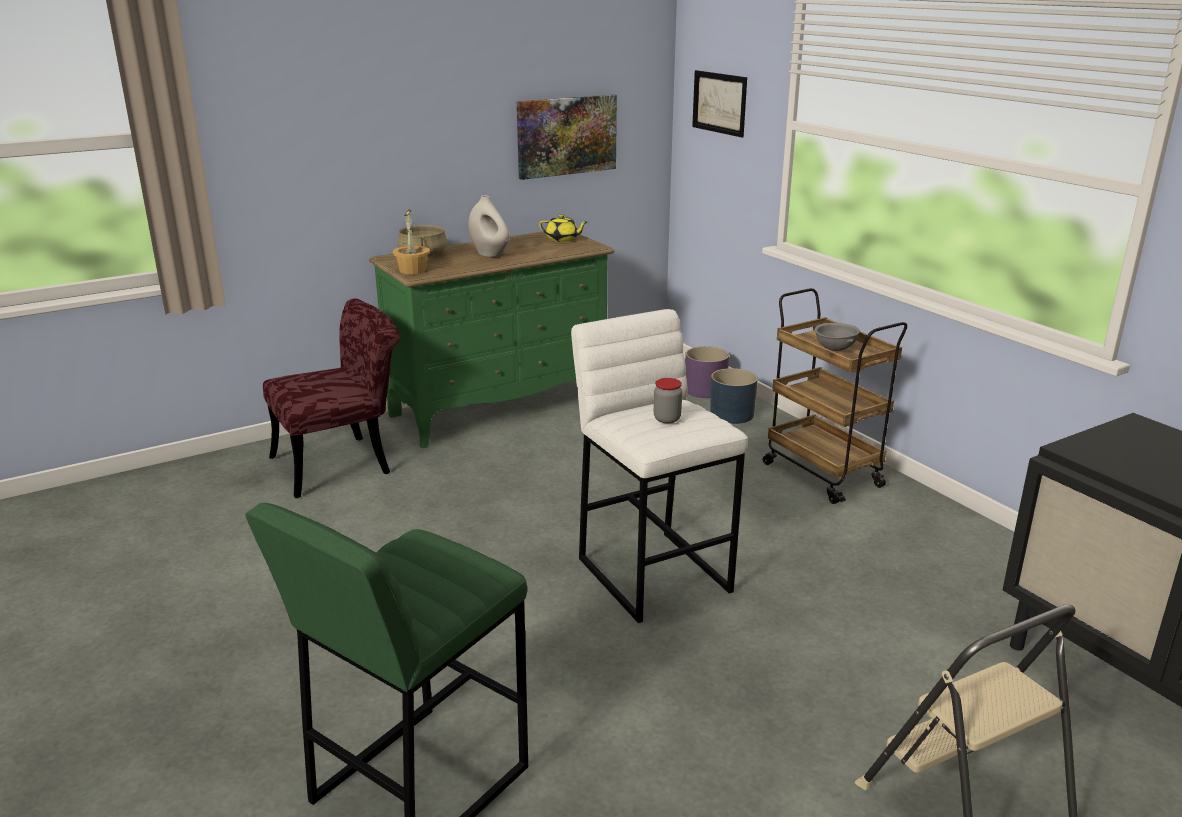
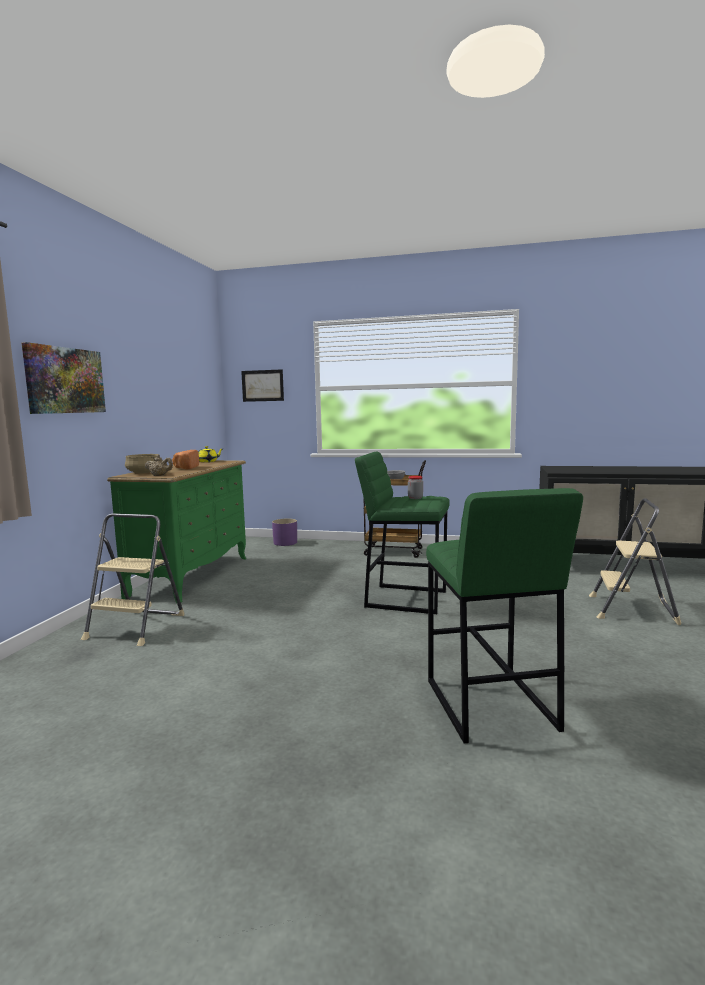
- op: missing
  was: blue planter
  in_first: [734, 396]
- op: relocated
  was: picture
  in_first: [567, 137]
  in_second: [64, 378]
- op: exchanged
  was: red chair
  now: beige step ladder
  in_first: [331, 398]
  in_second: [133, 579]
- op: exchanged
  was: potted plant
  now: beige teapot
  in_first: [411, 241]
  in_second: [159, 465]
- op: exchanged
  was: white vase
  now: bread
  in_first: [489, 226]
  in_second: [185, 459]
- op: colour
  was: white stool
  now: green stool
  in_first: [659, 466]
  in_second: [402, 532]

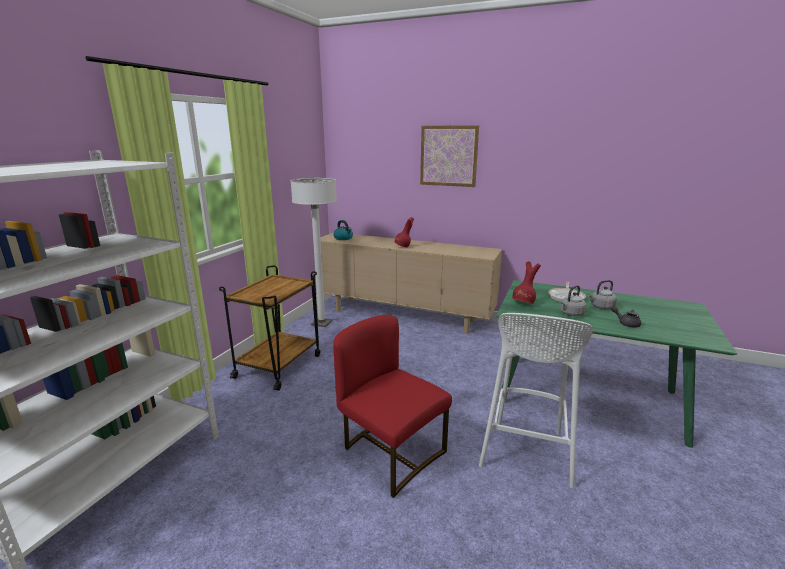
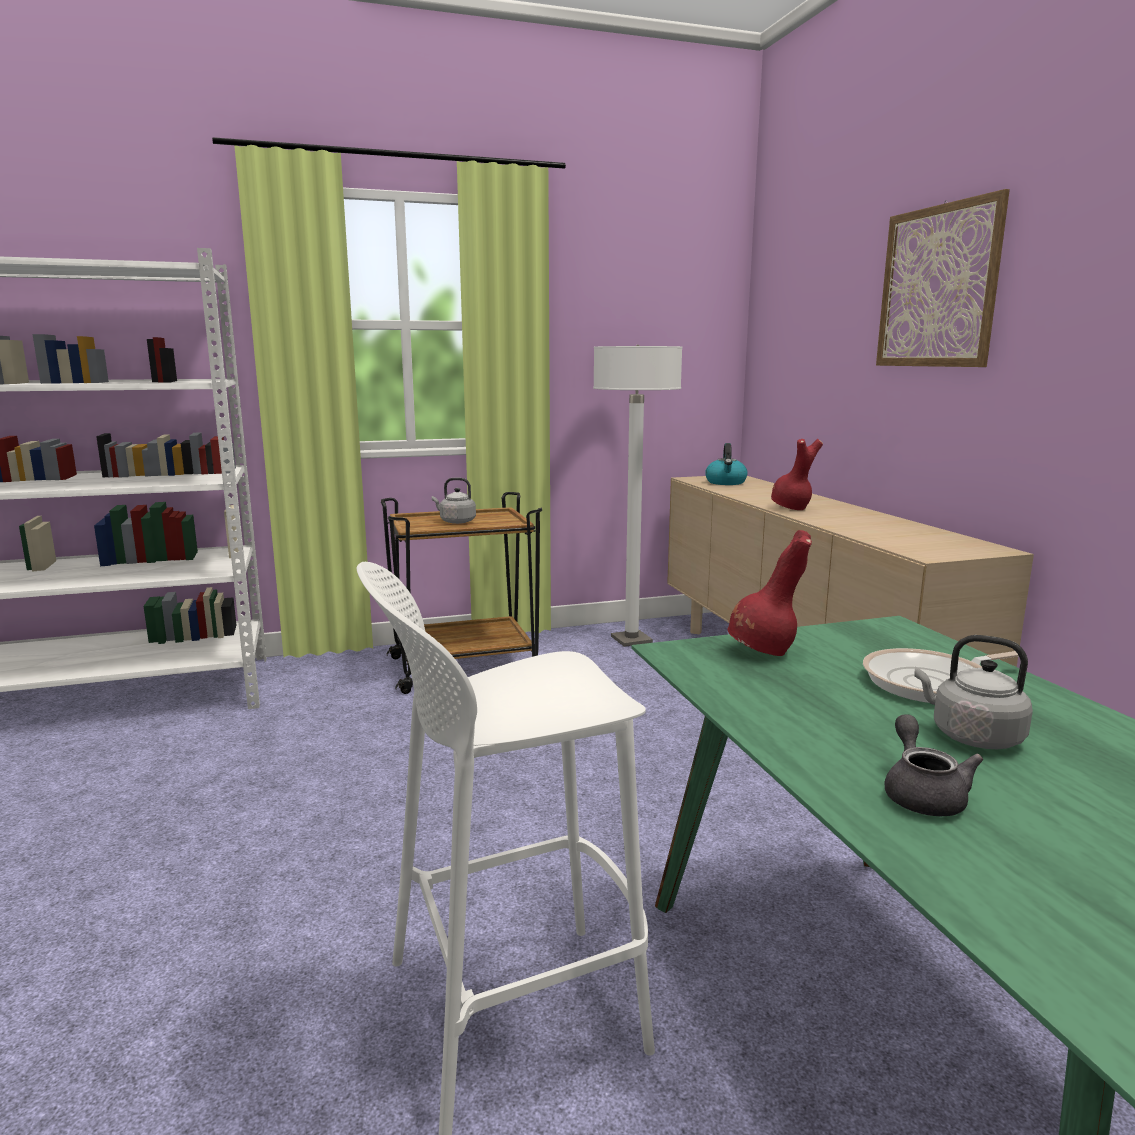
- op: missing
  was: red chair
  in_first: [393, 406]
- op: relocated
  was: grey kettle
  in_first: [573, 300]
  in_second: [454, 501]

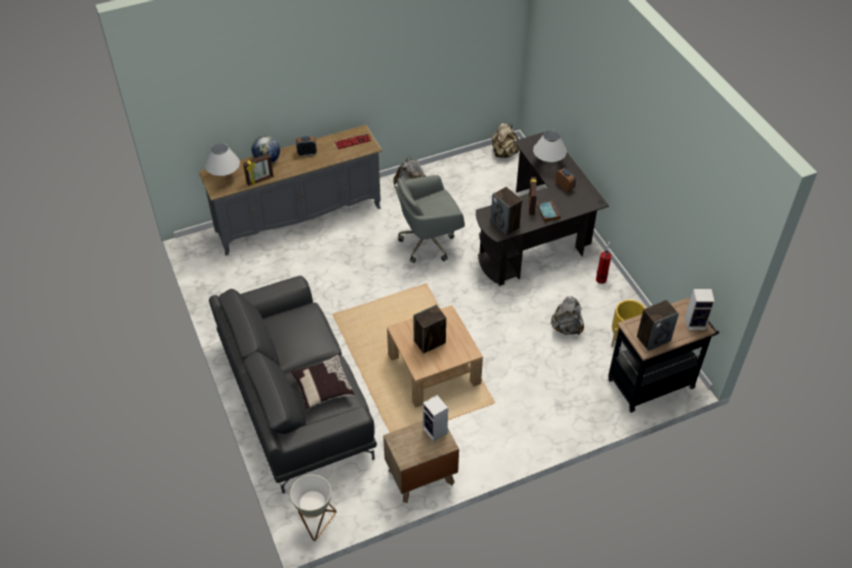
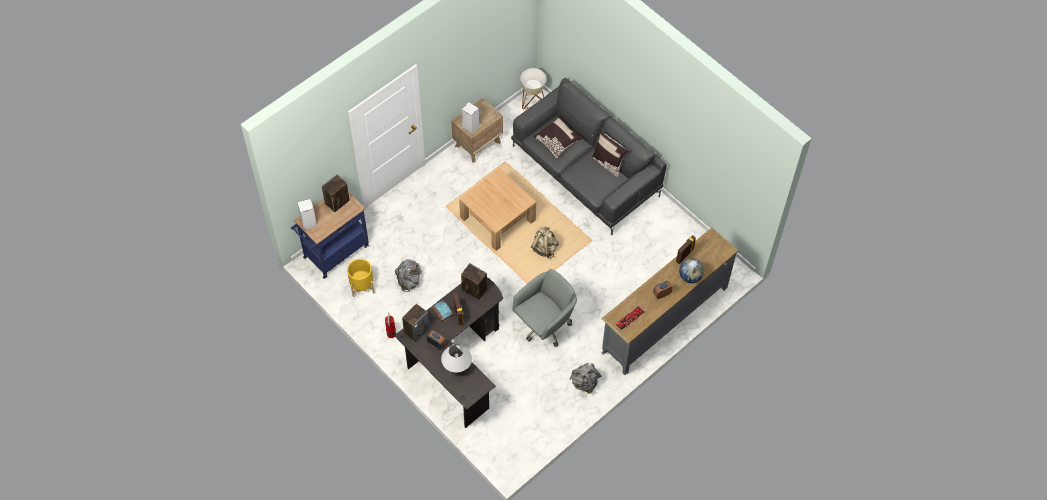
- op: missing
  was: white table lamp
  in_first: [222, 160]
- op: appeared
  now: pillow
  in_second: [610, 154]
- op: relocated
  was: speaker
  in_first: [429, 329]
  in_second: [415, 323]
- op: relocated
  was: beige backpack
  in_first: [506, 140]
  in_second: [545, 242]
- op: colour
  was: black cart
  now: blue cart
  in_first: [663, 355]
  in_second: [330, 235]

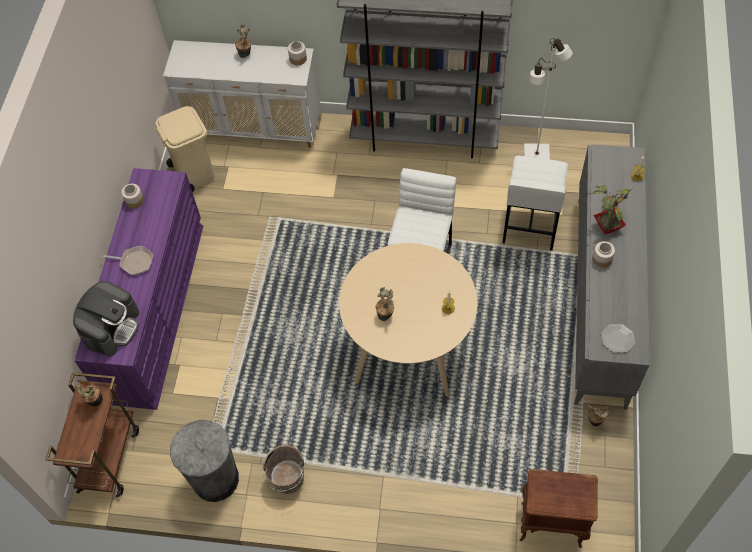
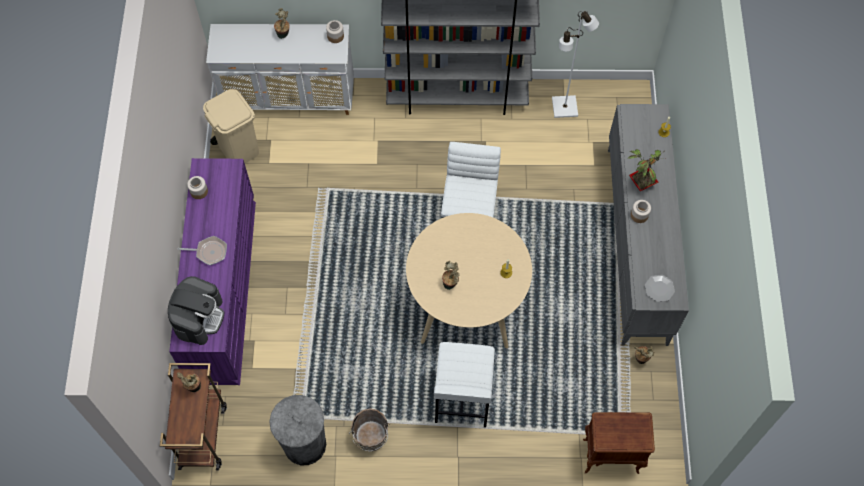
- op: relocated
  was: white chair
  in_first: [535, 203]
  in_second: [464, 385]

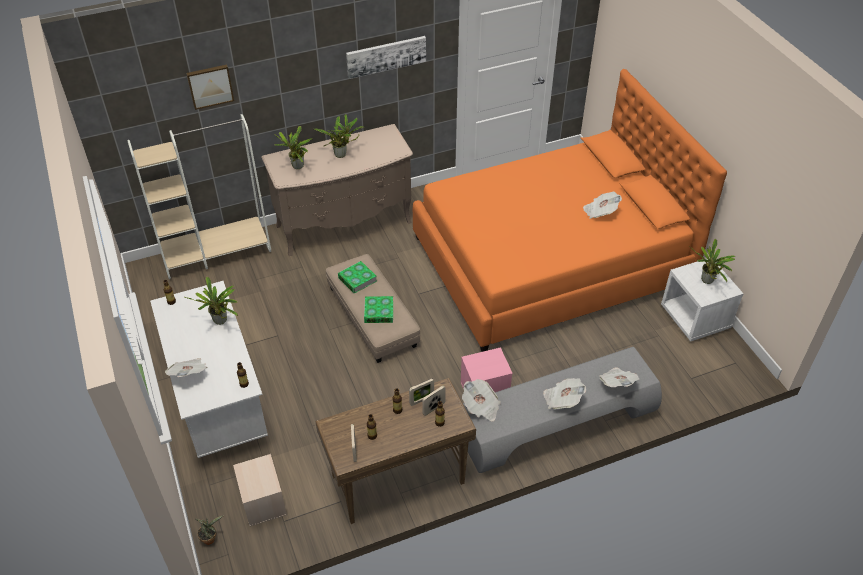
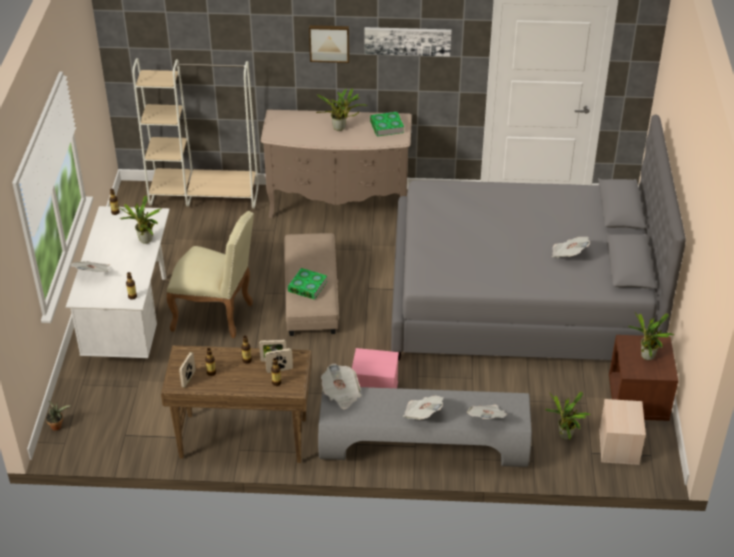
- op: appeared
  now: beige chair
  in_second: [210, 274]
- op: relocated
  was: picture
  in_first: [210, 87]
  in_second: [329, 44]
- op: relocated
  was: beige storage box
  in_first: [260, 490]
  in_second: [622, 432]
- op: relocated
  was: potted plant
  in_first: [293, 147]
  in_second: [568, 416]
- op: relocated
  was: book
  in_first: [357, 277]
  in_second: [387, 124]
- op: colour
  was: orange bed
  now: grey bed
  in_first: [570, 210]
  in_second: [538, 237]
- op: colour
  was: white nightstand
  now: brown nightstand
  in_first: [702, 301]
  in_second: [643, 378]

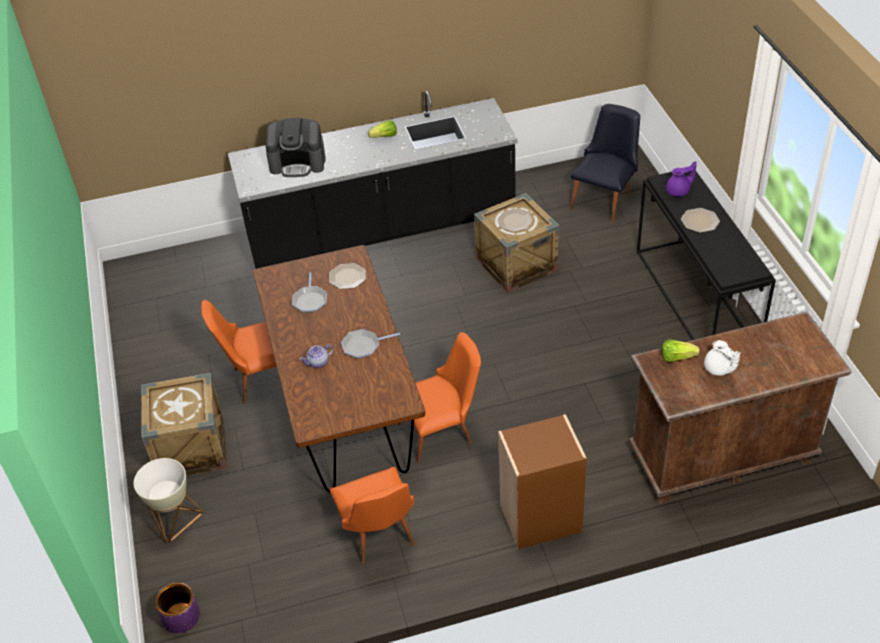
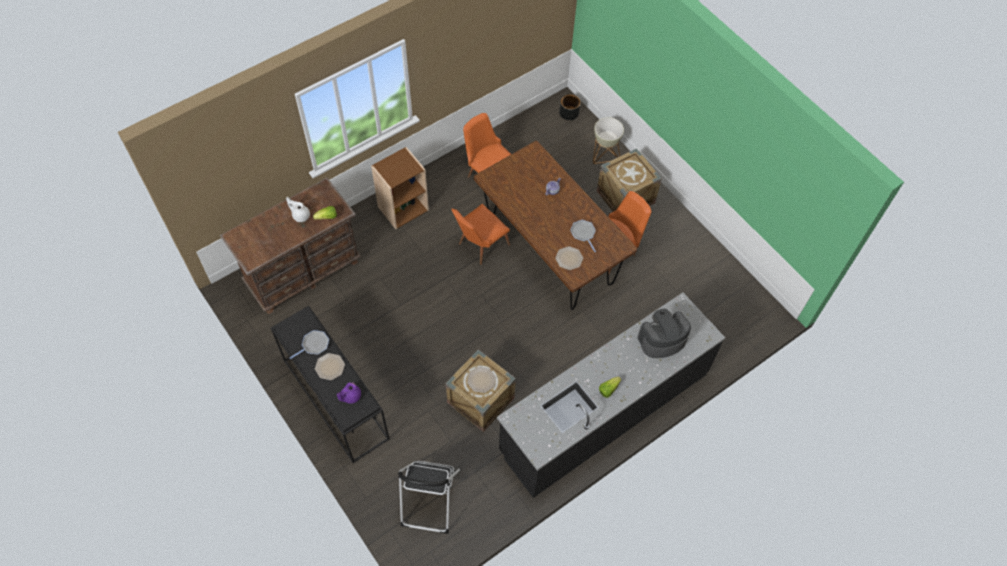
- op: relocated
  was: frying pan
  in_first: [370, 344]
  in_second: [309, 344]
- op: exchanged
  was: black chair
  now: step ladder
  in_first: [605, 163]
  in_second: [429, 497]
- op: colour
  was: purple planter
  now: black planter
  in_first: [177, 608]
  in_second: [569, 107]

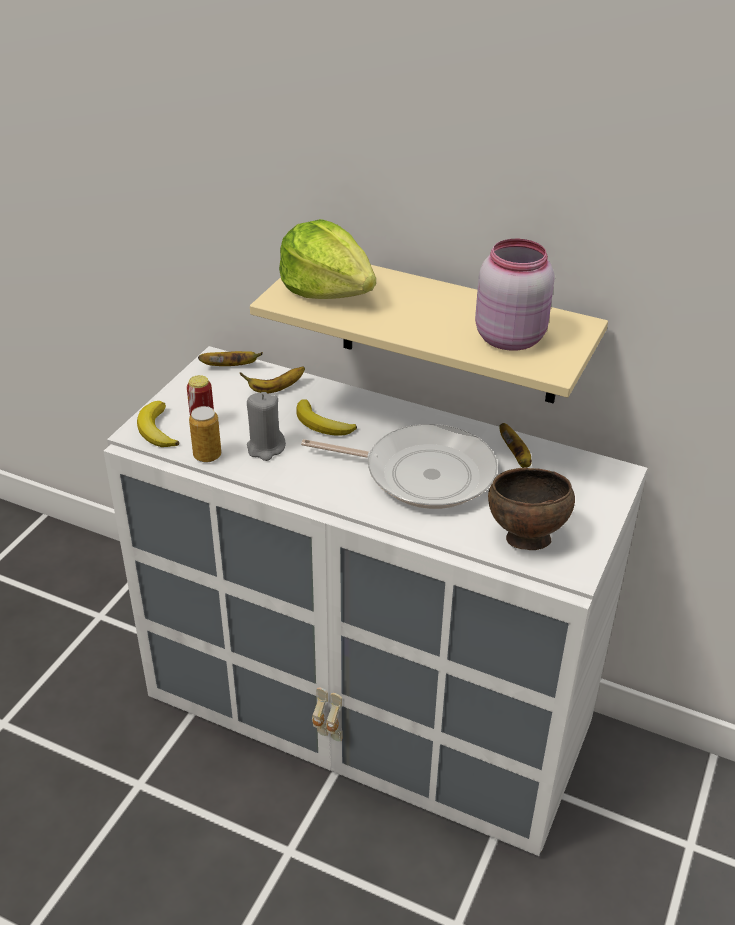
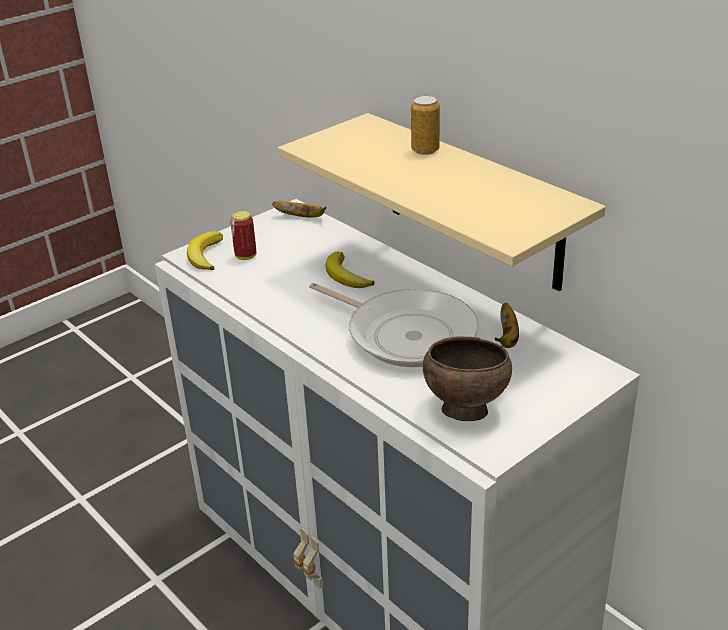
- op: missing
  was: banana
  in_first: [272, 379]
- op: missing
  was: grey candle
  in_first: [266, 426]
- op: missing
  was: lettuce
  in_first: [327, 259]
- op: missing
  was: pink jar
  in_first: [515, 295]
- op: relocated
  was: can
  in_first: [205, 434]
  in_second: [425, 125]

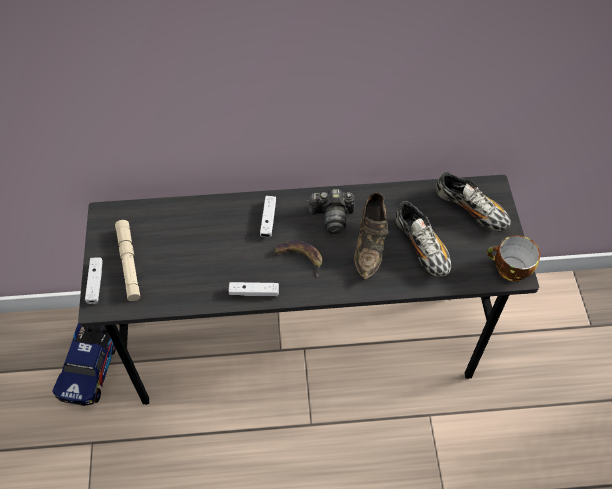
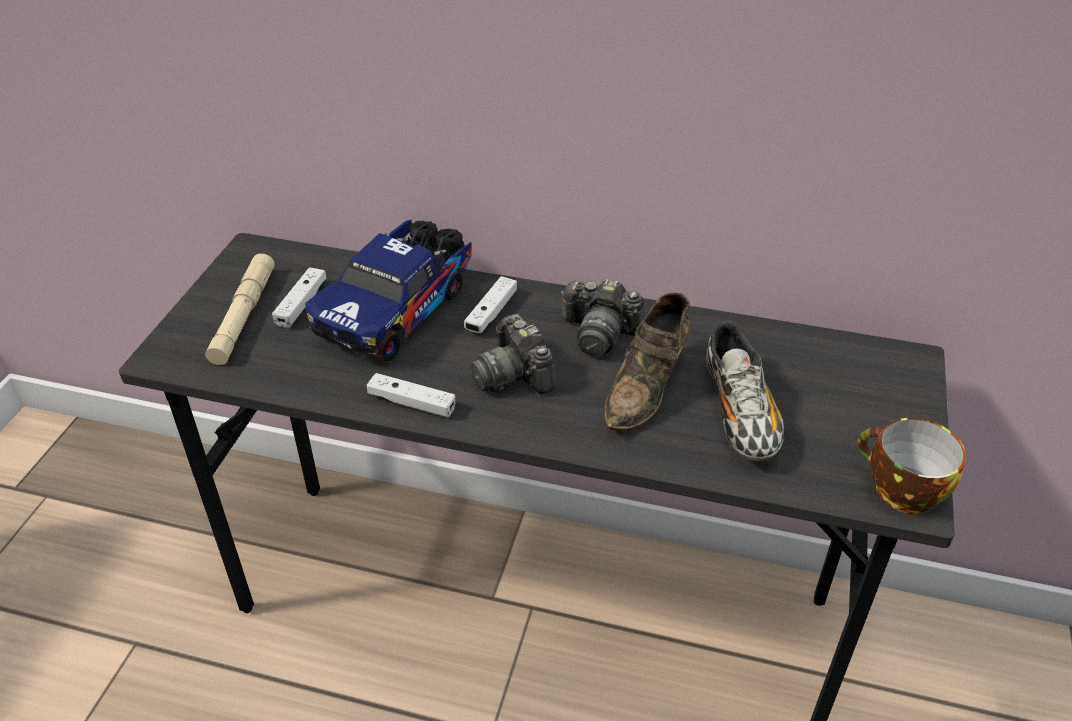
- op: missing
  was: shoe
  in_first: [473, 201]
- op: relocated
  was: toy truck
  in_first: [84, 364]
  in_second: [388, 291]
- op: relocated
  was: white game controller
  in_first: [94, 280]
  in_second: [299, 297]
- op: exchanged
  was: banana
  now: photo camera
  in_first: [298, 258]
  in_second: [513, 353]

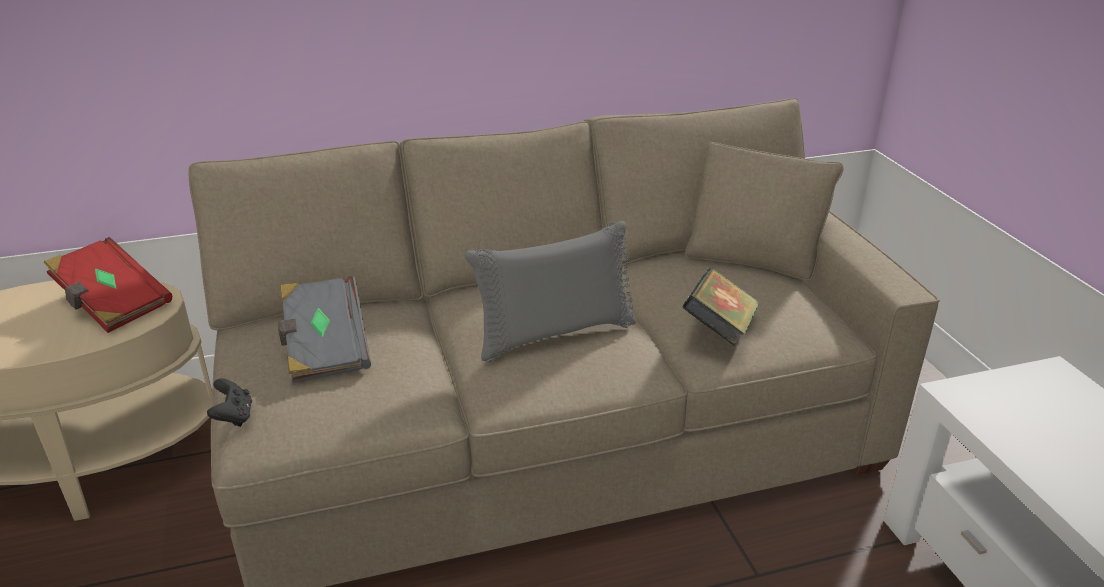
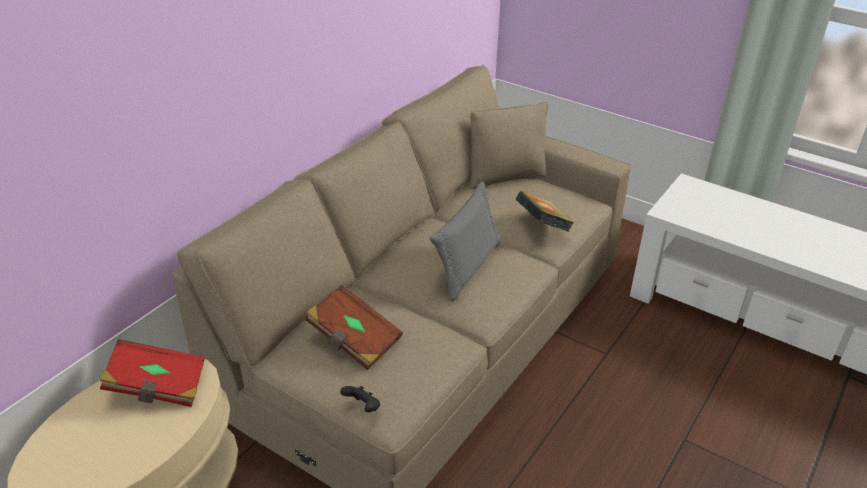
- op: colour
  was: grey book
  now: brown book
  in_first: [324, 329]
  in_second: [354, 327]

